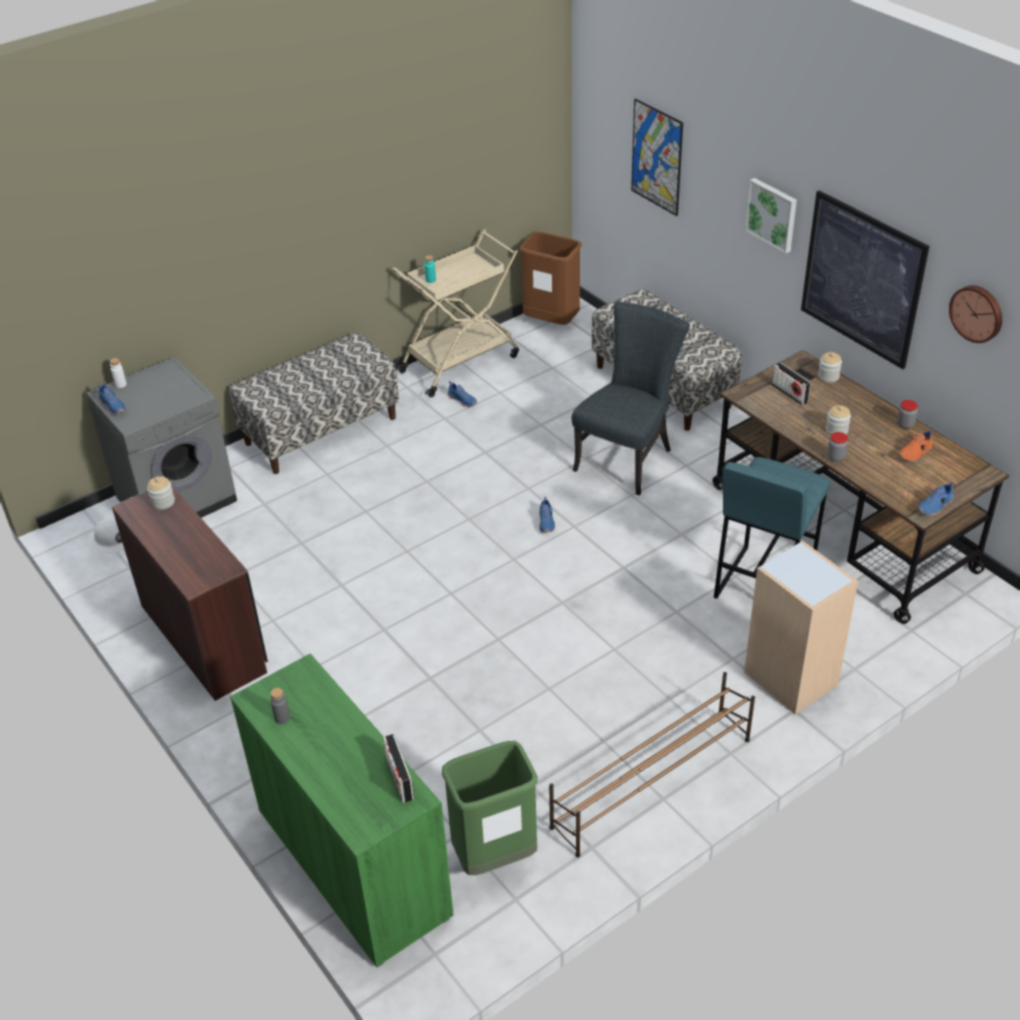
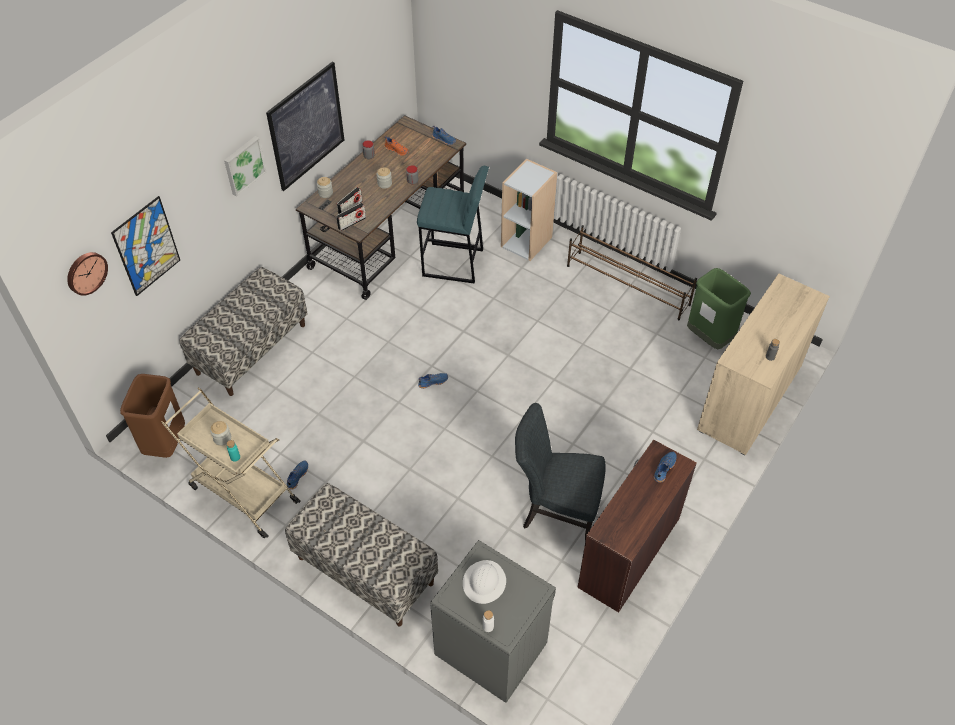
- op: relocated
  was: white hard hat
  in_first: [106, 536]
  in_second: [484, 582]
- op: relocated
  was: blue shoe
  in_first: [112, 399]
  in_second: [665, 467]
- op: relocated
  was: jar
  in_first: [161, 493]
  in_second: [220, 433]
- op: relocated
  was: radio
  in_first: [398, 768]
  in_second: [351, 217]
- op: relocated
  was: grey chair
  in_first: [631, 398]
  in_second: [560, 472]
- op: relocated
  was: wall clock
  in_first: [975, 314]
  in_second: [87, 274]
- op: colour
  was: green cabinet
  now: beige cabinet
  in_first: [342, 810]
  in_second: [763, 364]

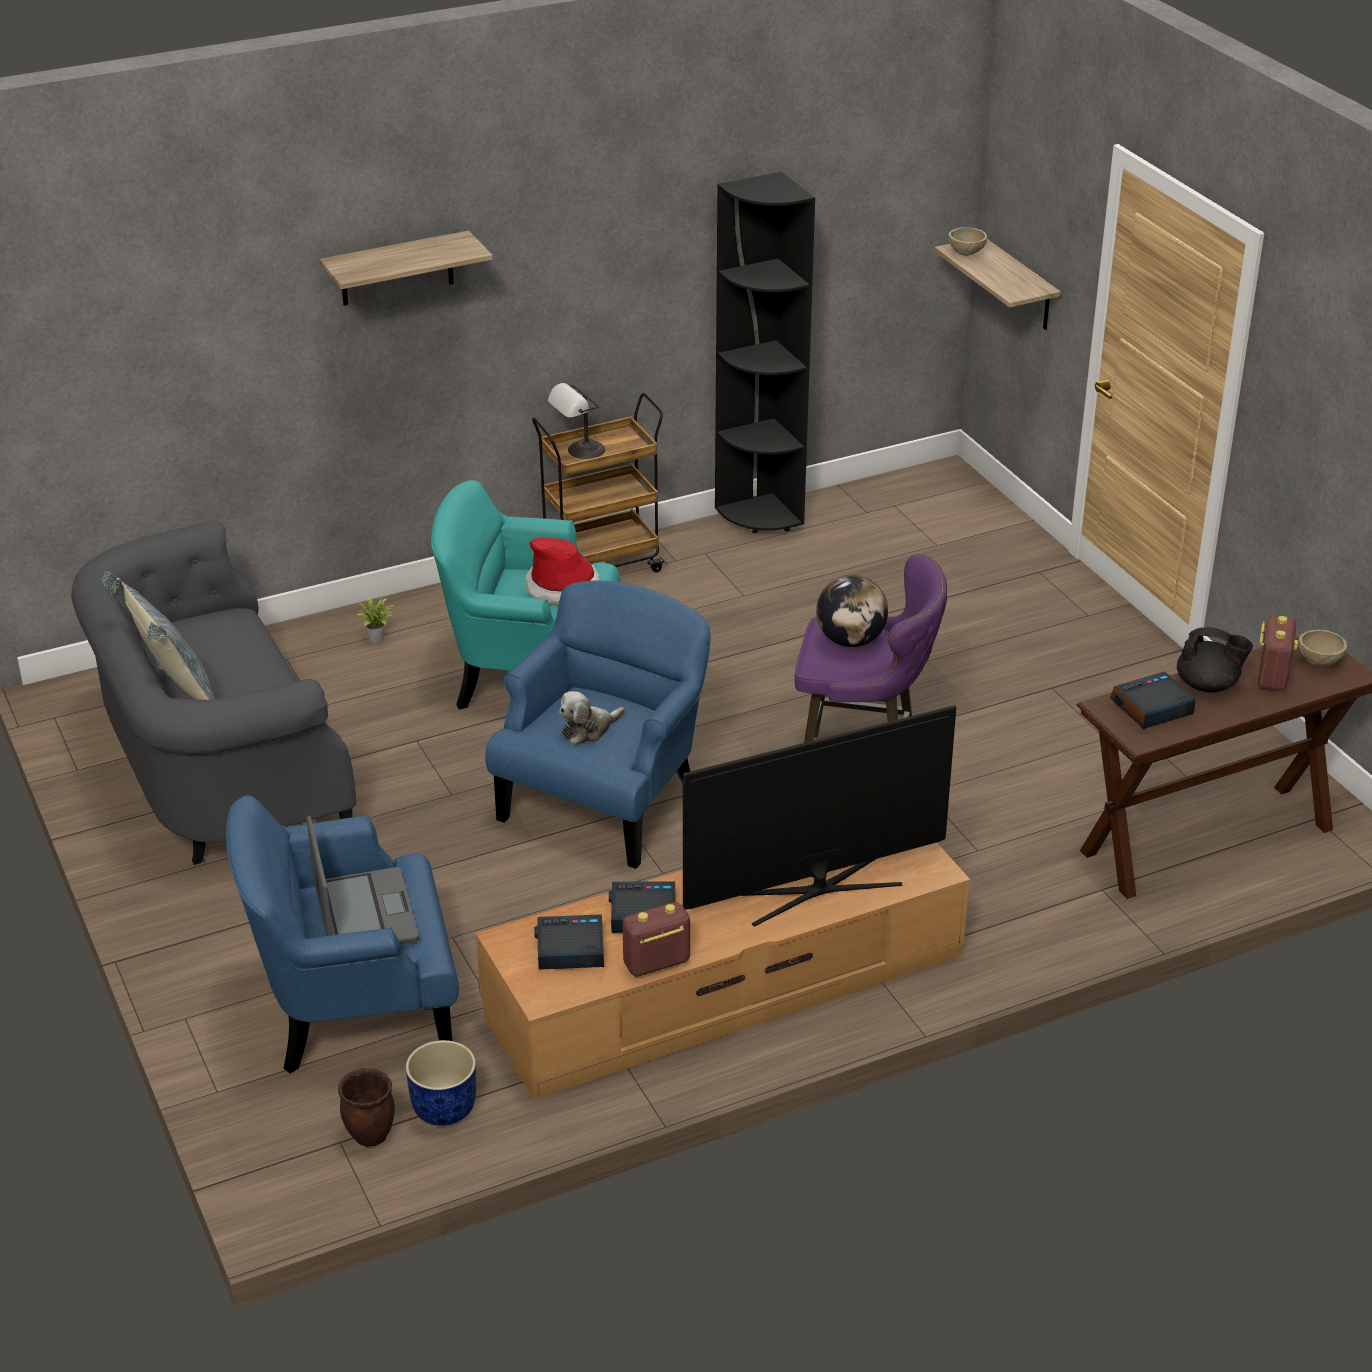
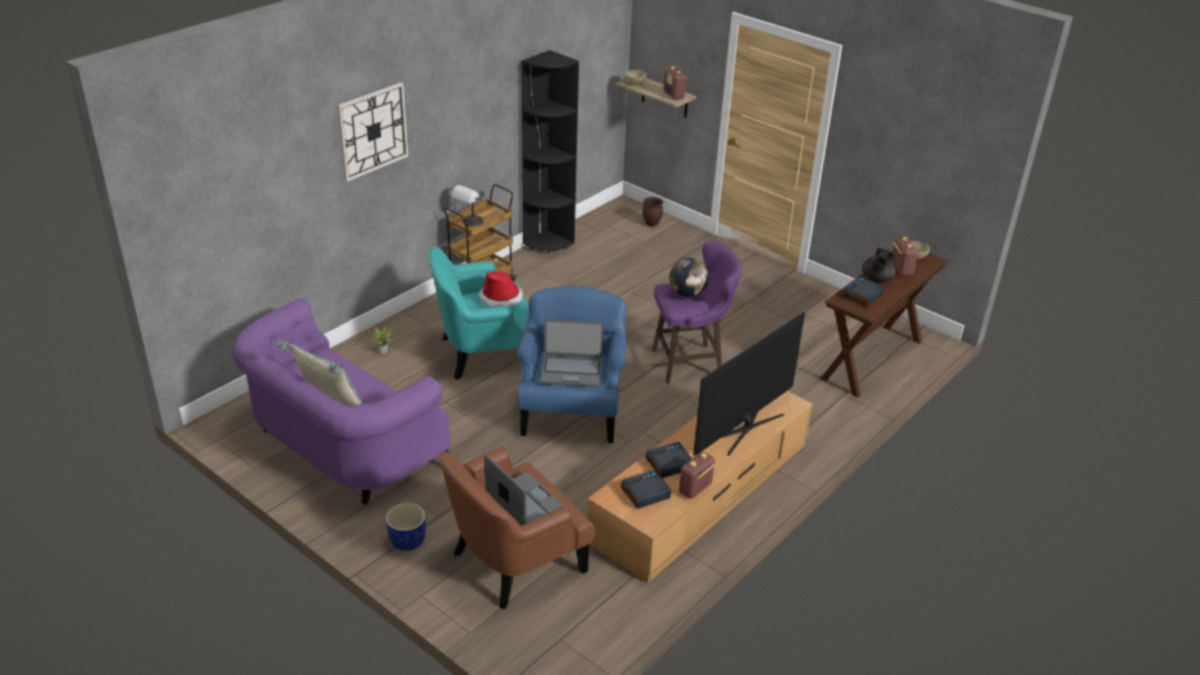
- op: appeared
  now: radio
  in_second: [675, 83]
- op: relocated
  was: brown planter
  in_first: [366, 1107]
  in_second: [653, 212]
- op: relocated
  was: blue planter
  in_first: [441, 1083]
  in_second: [406, 527]
- op: exchanged
  was: shelf
  now: wall clock
  in_first: [406, 268]
  in_second: [372, 132]
- op: exchanged
  was: plush toy
  now: laptop
  in_first: [592, 718]
  in_second: [572, 353]
- op: colour
  was: grey sofa
  now: purple sofa
  in_first: [213, 692]
  in_second: [341, 401]
- op: colour
  was: blue armchair
  now: brown armchair
  in_first: [342, 934]
  in_second: [517, 528]
- op: spun
  was: black teapot
  in_first: [1215, 659]
  in_second: [879, 265]
  clockwise: 120

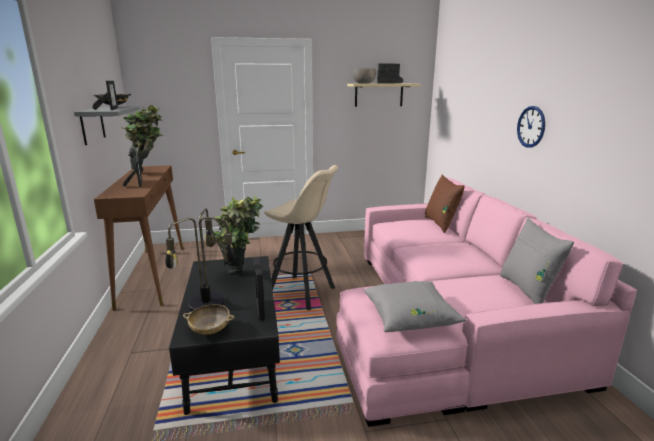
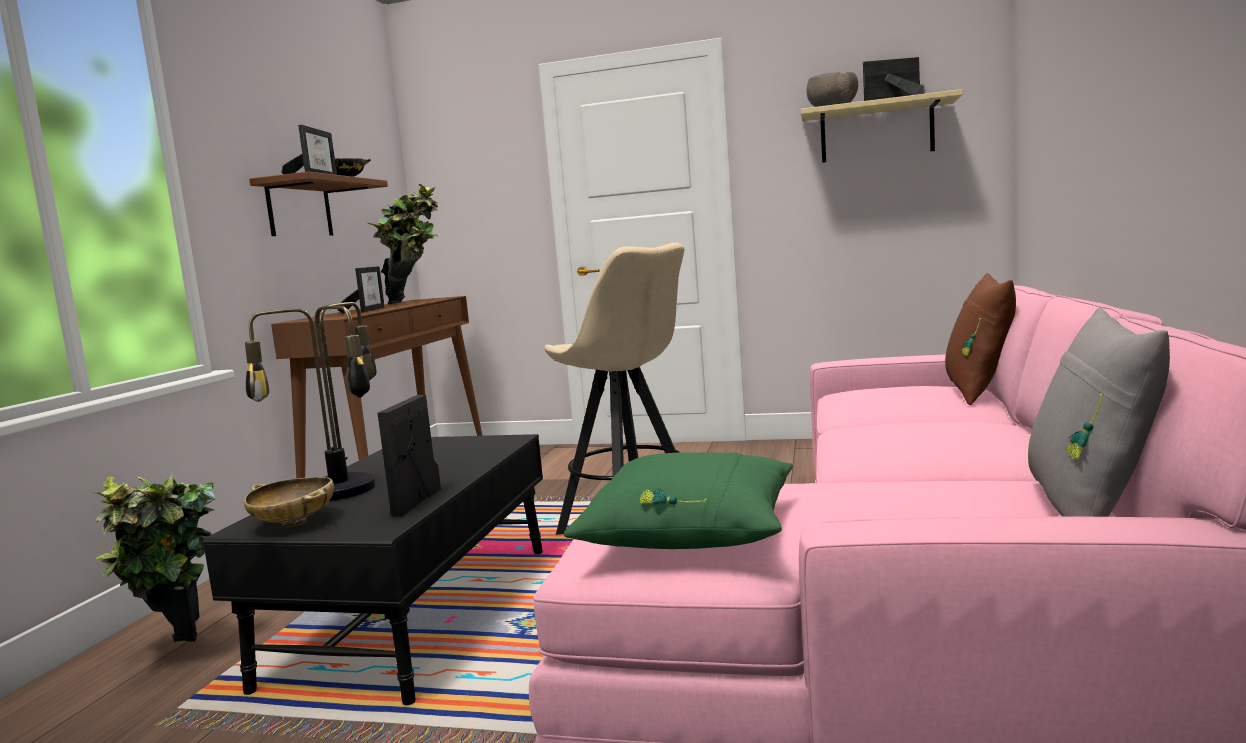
- op: missing
  was: wall clock
  in_first: [531, 127]
- op: relocated
  was: potted plant
  in_first: [238, 234]
  in_second: [154, 558]
- op: colour
  was: grey shelf
  now: brown shelf
  in_first: [107, 125]
  in_second: [318, 204]
- op: colour
  was: grey pillow
  now: green pillow
  in_first: [415, 306]
  in_second: [678, 500]

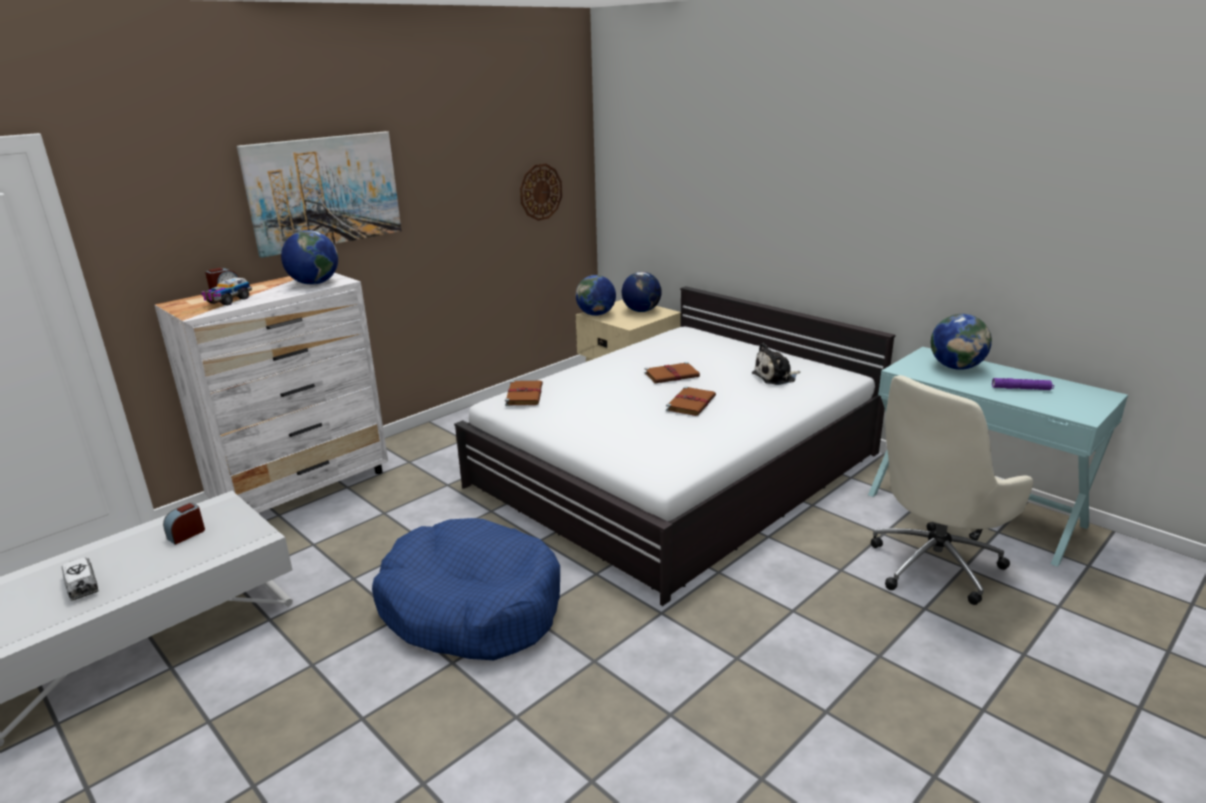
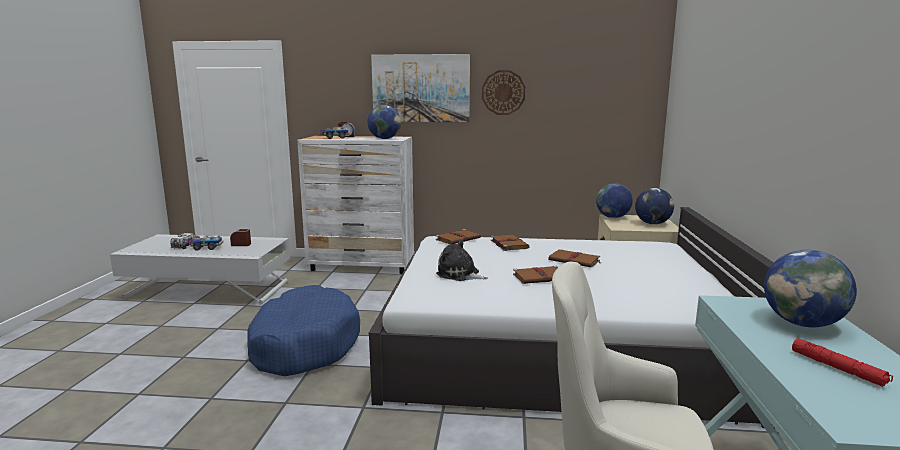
- op: appeared
  now: toy truck
  in_second: [205, 243]
- op: appeared
  now: brown book
  in_second: [510, 243]
- op: relocated
  was: wall clock
  in_first: [541, 192]
  in_second: [504, 92]
- op: relocated
  was: plush toy
  in_first: [776, 364]
  in_second: [462, 260]
- op: colour
  was: purple flashlight
  now: red flashlight
  in_first: [1023, 384]
  in_second: [842, 362]

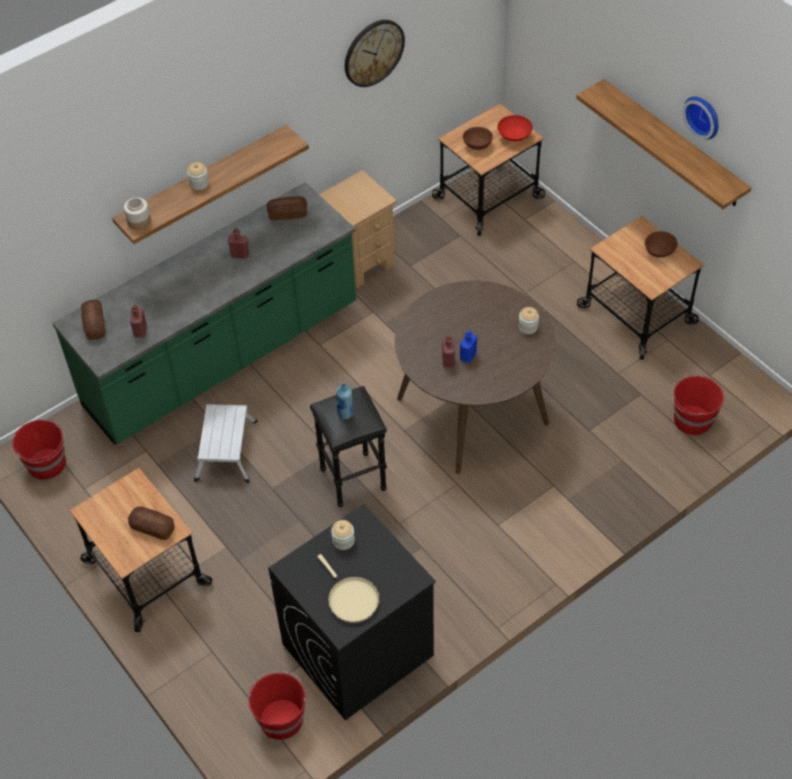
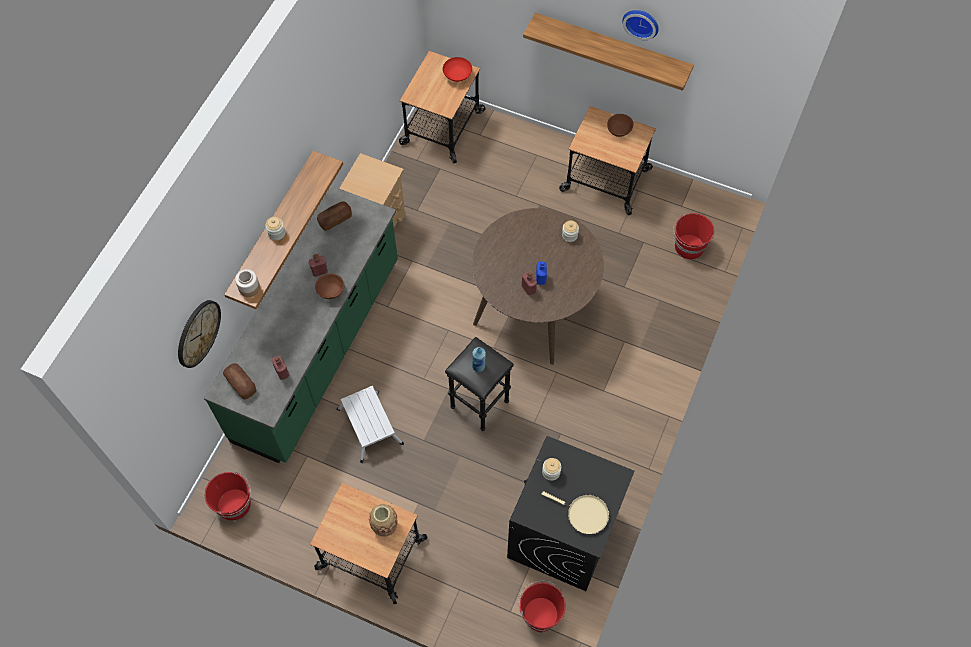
- op: relocated
  was: wall clock
  in_first: [375, 53]
  in_second: [199, 334]
- op: relocated
  was: brown bowl
  in_first: [478, 138]
  in_second: [329, 286]
- op: exchanged
  was: bread
  now: vase
  in_first: [151, 523]
  in_second: [383, 520]

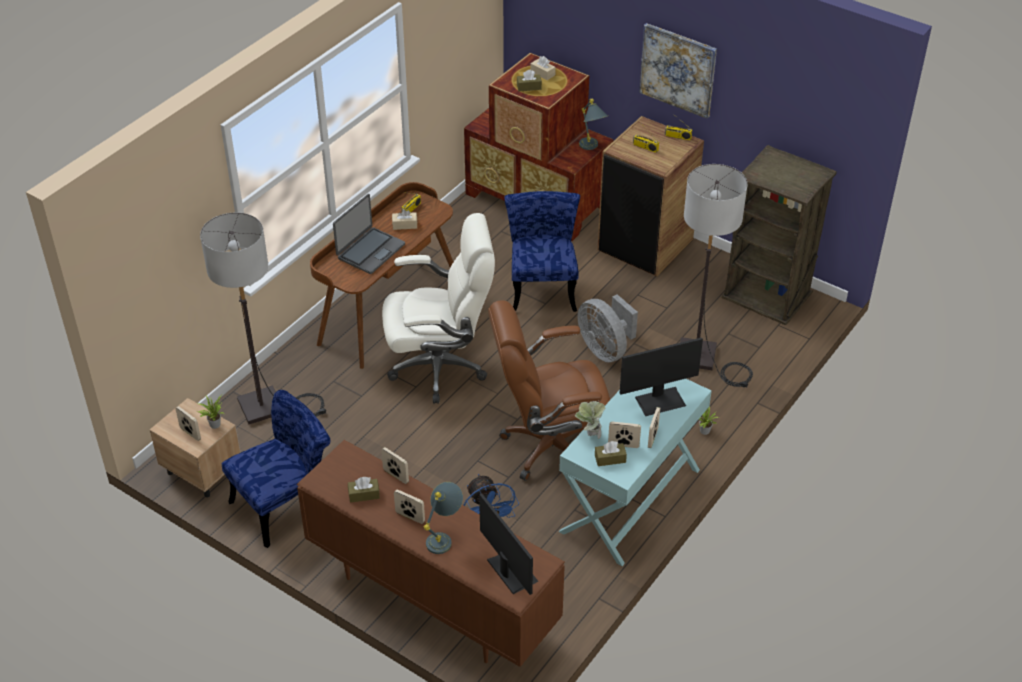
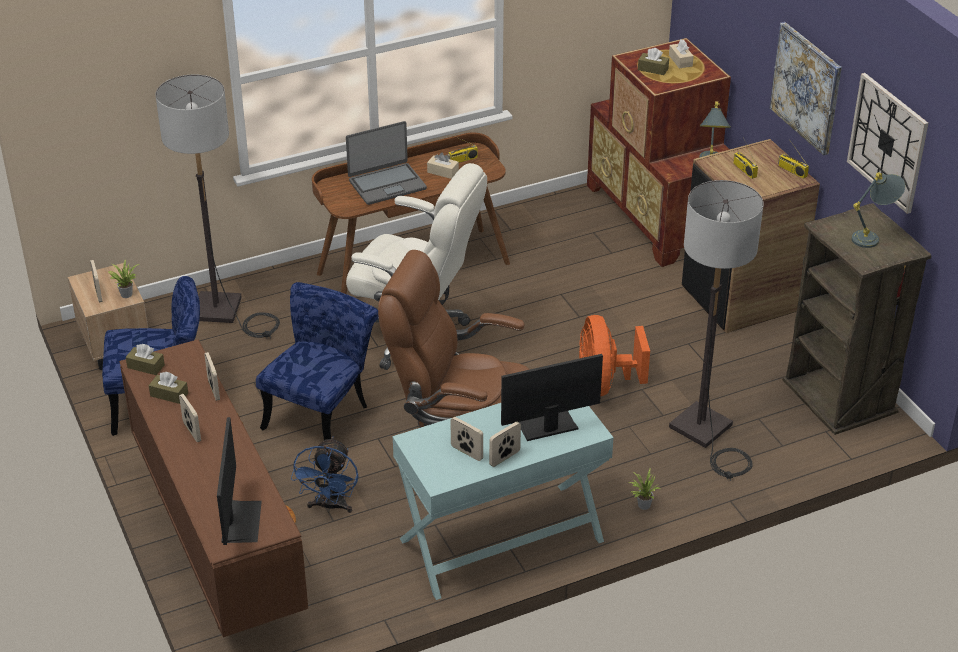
- op: missing
  was: potted plant
  in_first: [590, 420]
- op: appeared
  now: wall clock
  in_second: [887, 143]
- op: relocated
  was: grey table lamp
  in_first: [443, 518]
  in_second: [878, 210]
- op: relocated
  was: blue chair
  in_first: [542, 251]
  in_second: [317, 361]
- op: relocated
  was: brown tissue box
  in_first: [611, 453]
  in_second: [145, 359]
- op: colour
  was: grey fan
  now: orange fan
  in_first: [607, 328]
  in_second: [614, 355]
- op: spun
  was: monitor
  in_first: [661, 377]
  in_second: [552, 397]
  clockwise: 150

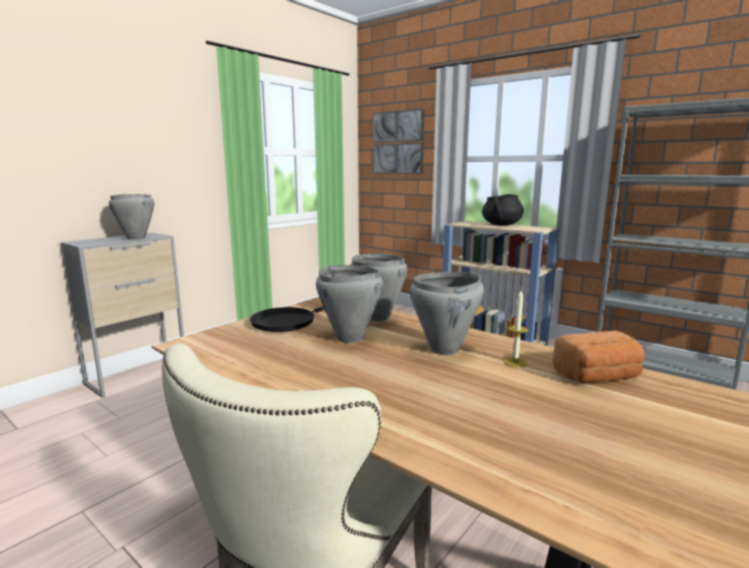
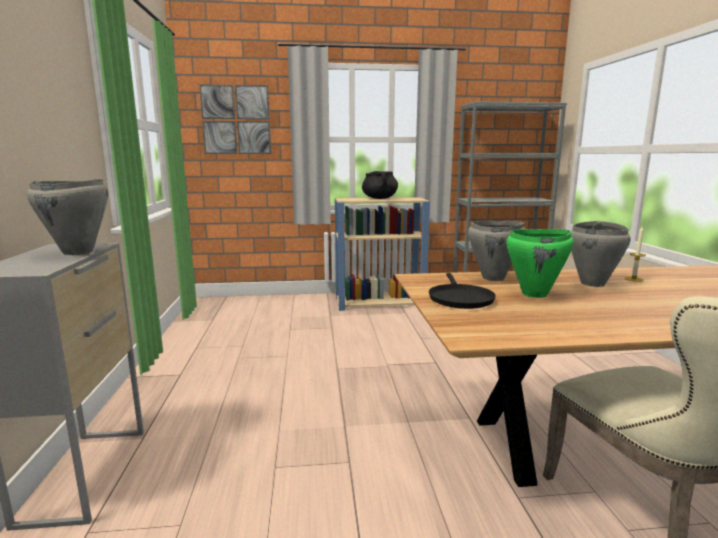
- op: missing
  was: bread
  in_first: [599, 357]
- op: colour
  was: grey cooking pot
  now: green cooking pot
  in_first: [349, 304]
  in_second: [540, 263]

